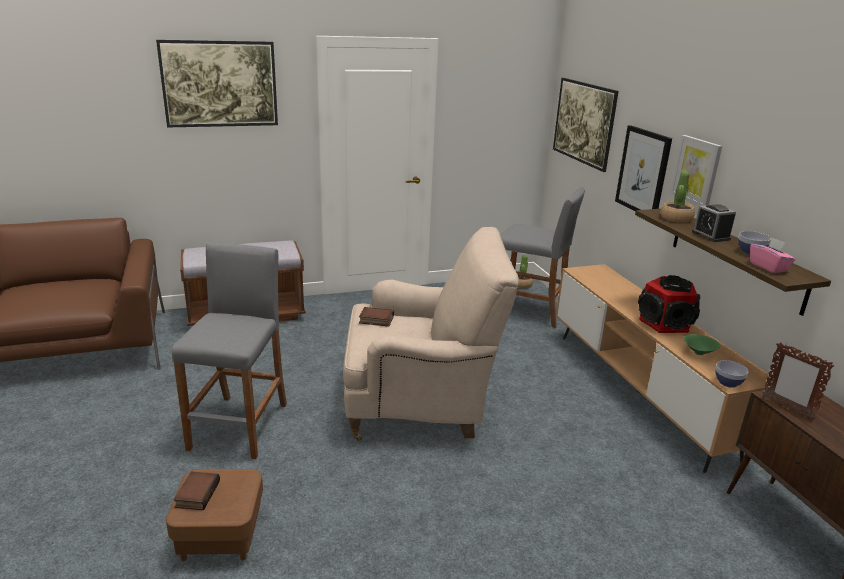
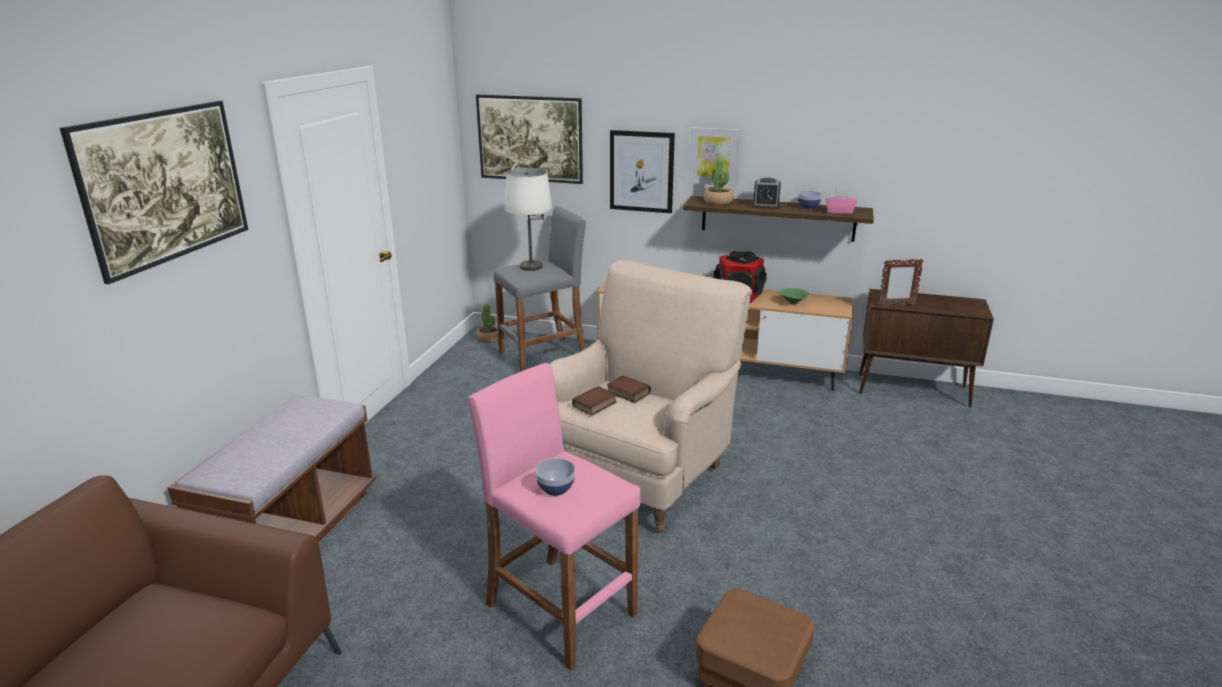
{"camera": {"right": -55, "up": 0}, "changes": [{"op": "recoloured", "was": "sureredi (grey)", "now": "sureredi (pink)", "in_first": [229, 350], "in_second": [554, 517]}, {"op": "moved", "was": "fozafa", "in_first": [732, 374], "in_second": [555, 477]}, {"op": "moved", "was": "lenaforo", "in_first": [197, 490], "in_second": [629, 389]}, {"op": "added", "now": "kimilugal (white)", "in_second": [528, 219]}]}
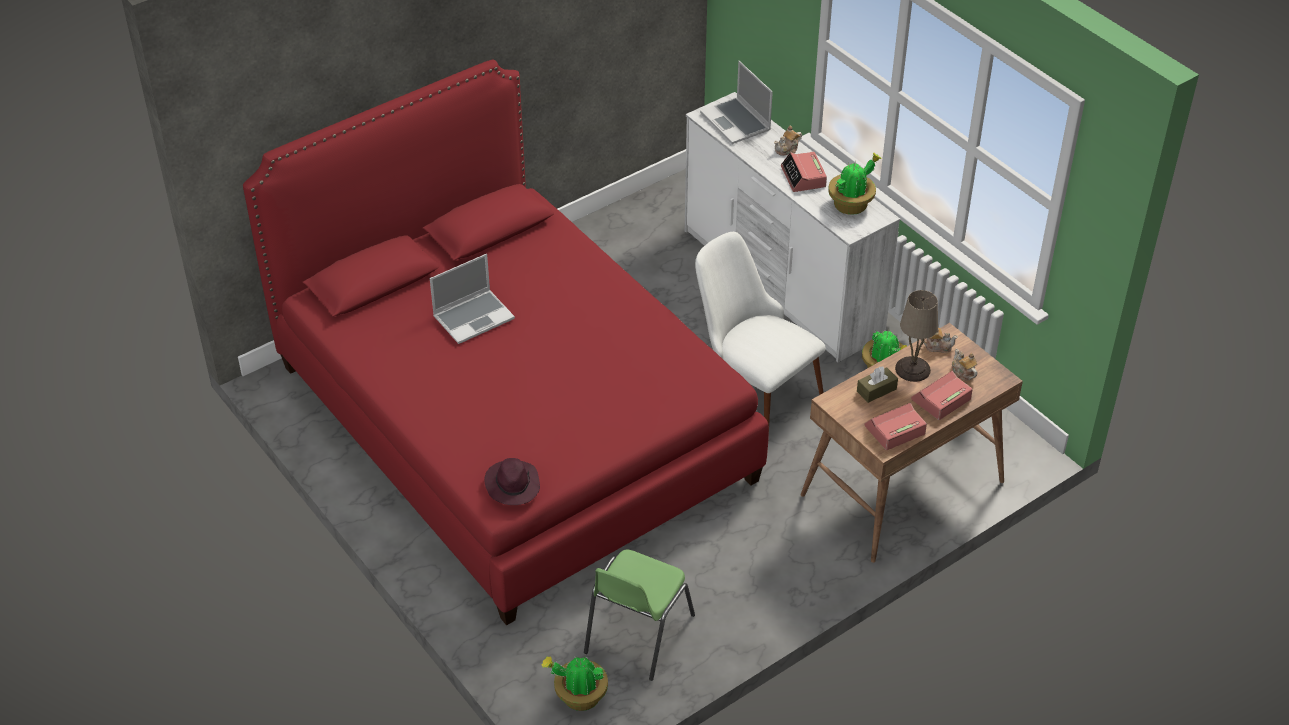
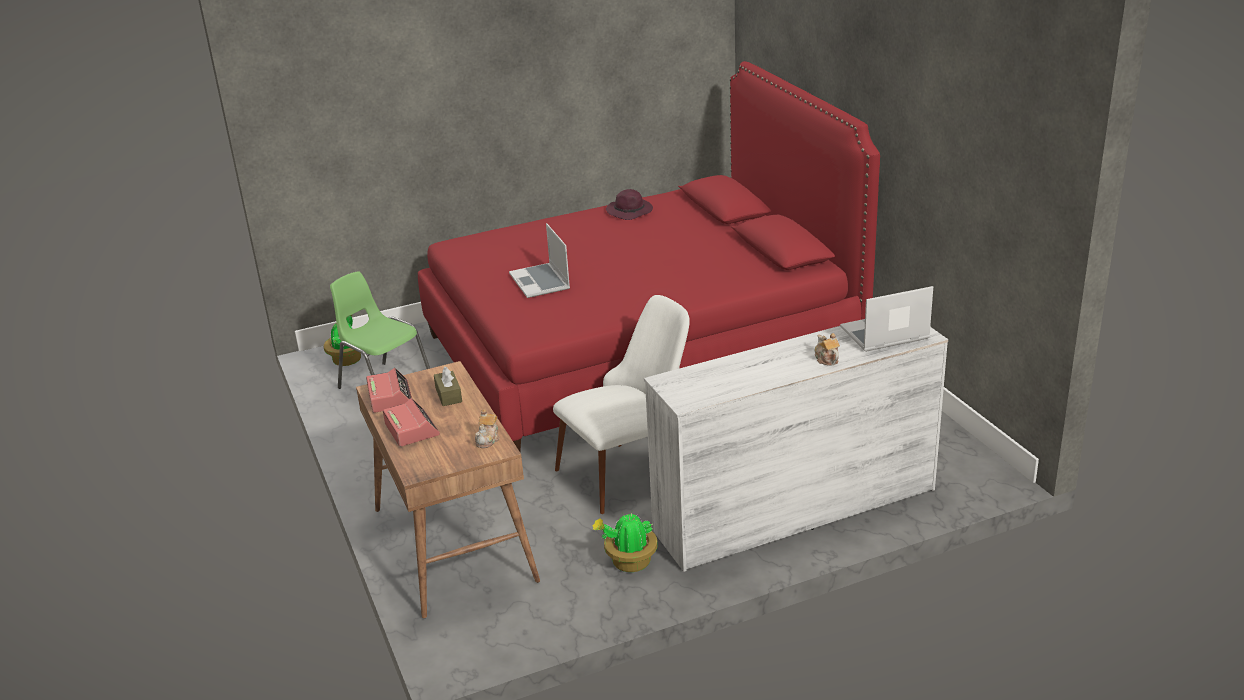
{"camera": {"right": 105, "up": -15}, "changes": [{"op": "removed", "was": "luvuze", "in_first": [804, 172]}, {"op": "removed", "was": "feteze", "in_first": [855, 184]}, {"op": "moved", "was": "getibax", "in_first": [472, 299], "in_second": [539, 260]}, {"op": "removed", "was": "kimilugal (beige)", "in_first": [916, 336]}, {"op": "removed", "was": "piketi", "in_first": [965, 364]}, {"op": "moved", "was": "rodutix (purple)", "in_first": [512, 481], "in_second": [629, 204]}]}
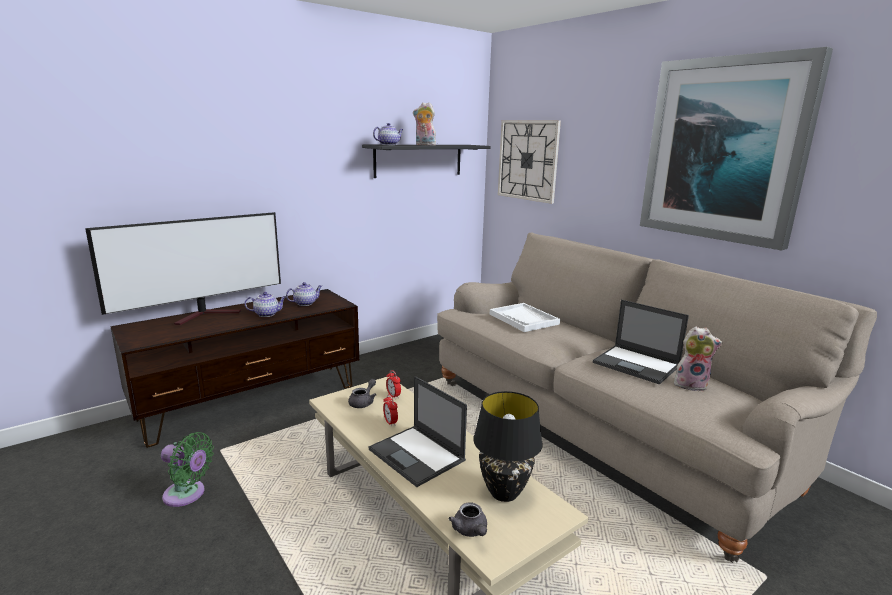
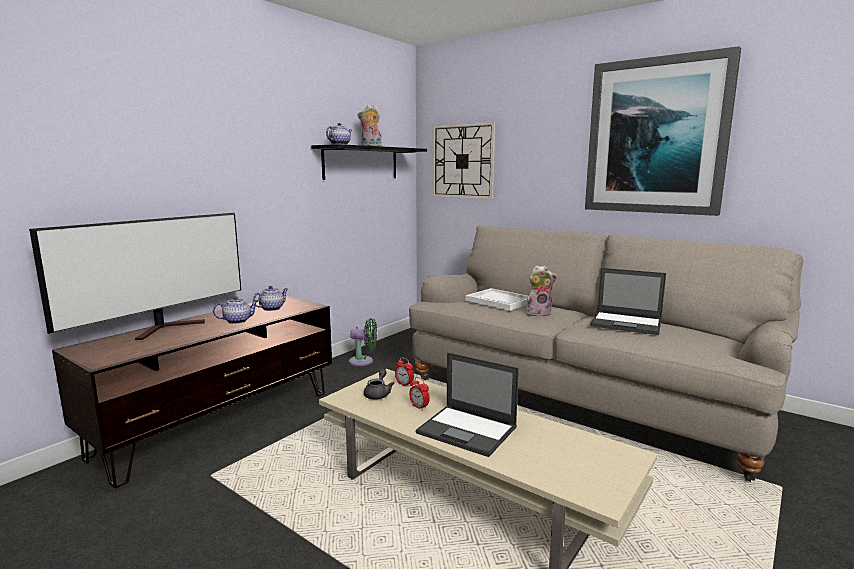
{"camera": {"right": -15, "up": -5}, "changes": [{"op": "moved", "was": "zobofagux", "in_first": [698, 359], "in_second": [541, 291]}, {"op": "removed", "was": "kimilugal (black)", "in_first": [508, 446]}, {"op": "moved", "was": "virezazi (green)", "in_first": [187, 469], "in_second": [363, 342]}, {"op": "removed", "was": "piketi (grey)", "in_first": [467, 519]}]}
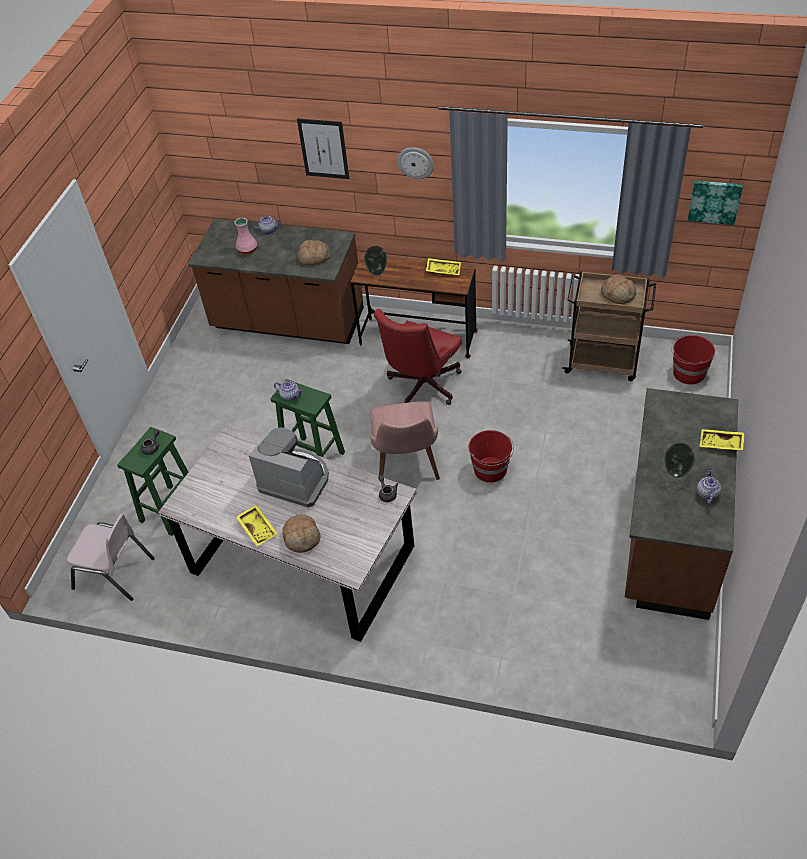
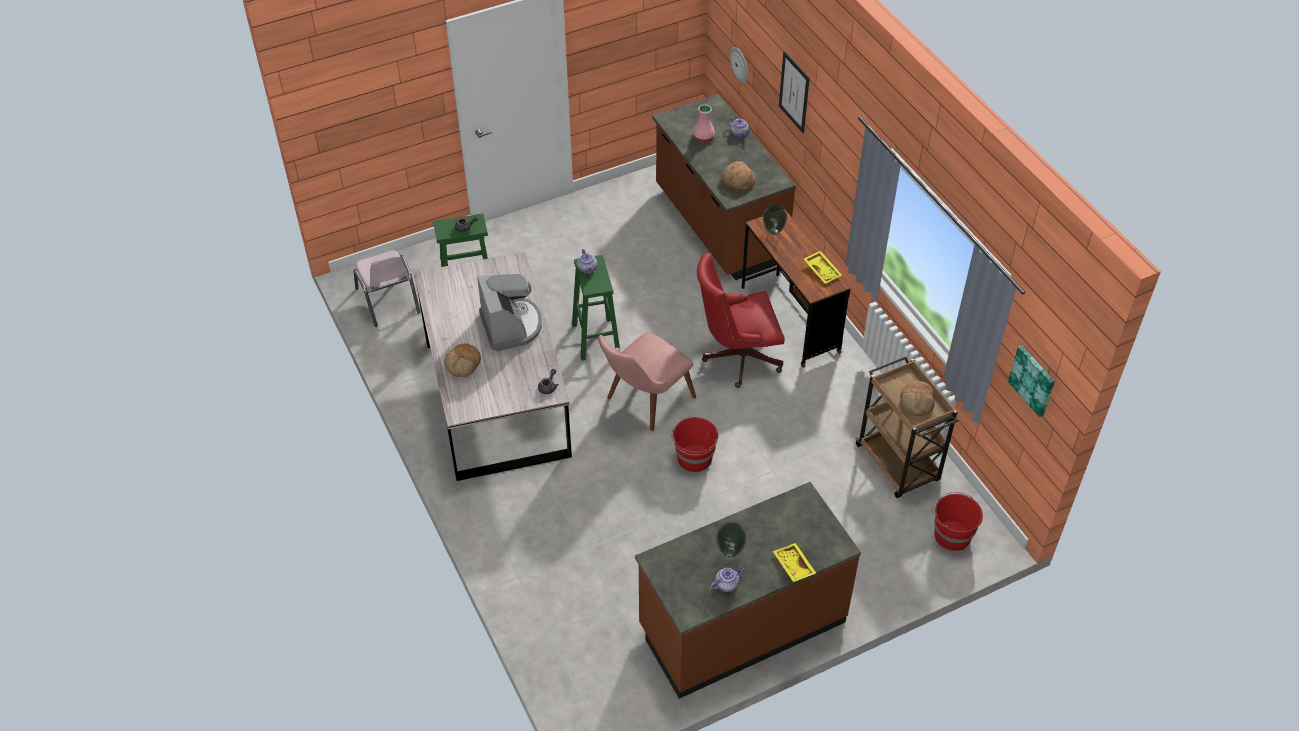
{"camera": {"right": 45, "up": 0}, "changes": [{"op": "moved", "was": "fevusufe", "in_first": [415, 163], "in_second": [739, 65]}, {"op": "removed", "was": "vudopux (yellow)", "in_first": [257, 525]}]}
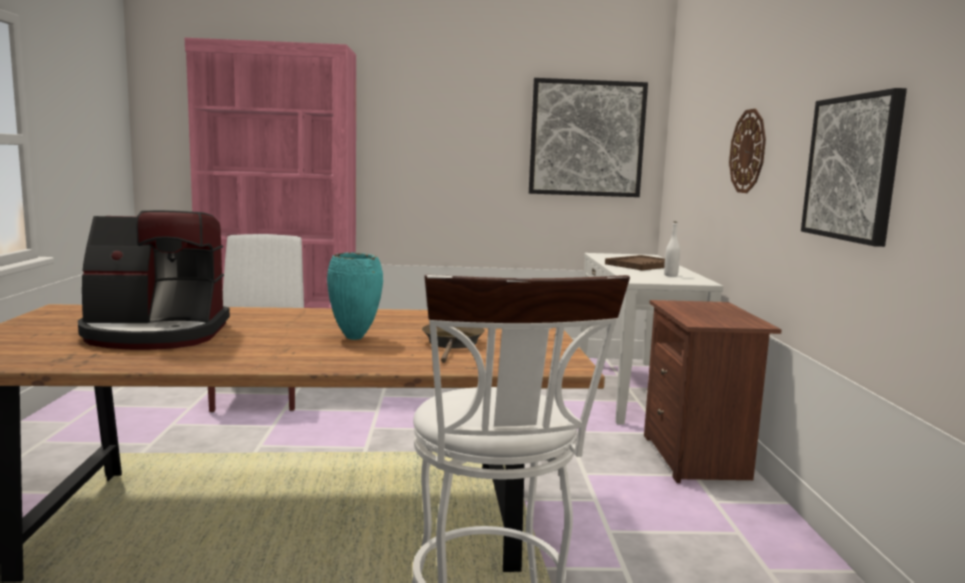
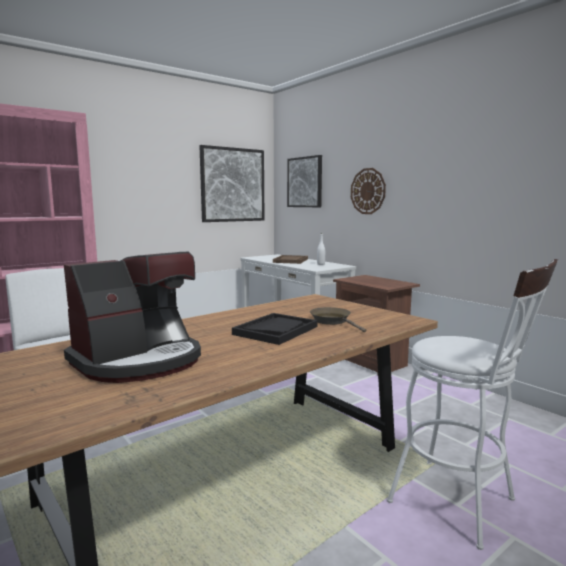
{"camera": {"right": -35, "up": 0}, "changes": [{"op": "moved", "was": "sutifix", "in_first": [854, 167], "in_second": [304, 181]}, {"op": "replaced", "was": "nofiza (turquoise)", "now": "vudopux (black)", "in_first": [355, 296], "in_second": [274, 329]}]}
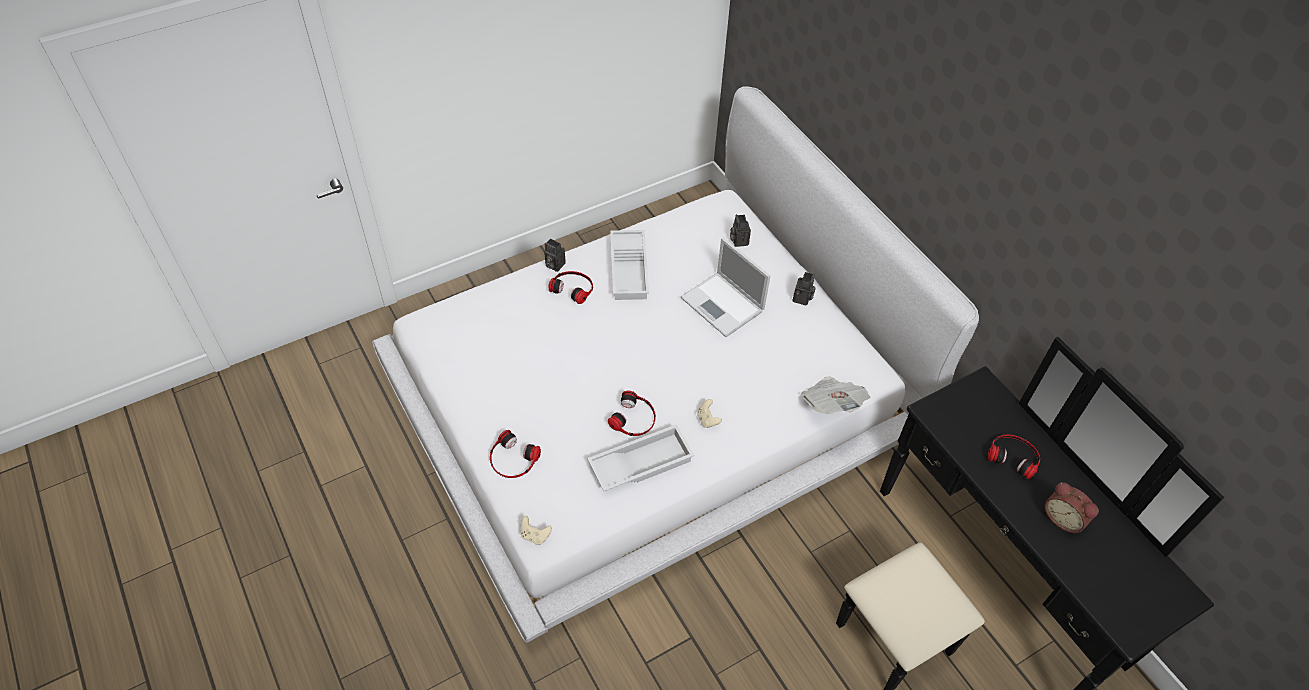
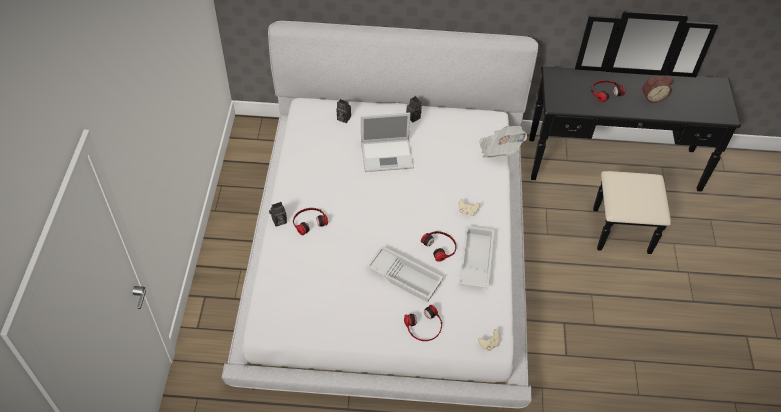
{"camera": {"right": -55, "up": 0}, "changes": [{"op": "moved", "was": "vudopux (white)", "in_first": [629, 265], "in_second": [405, 274]}]}
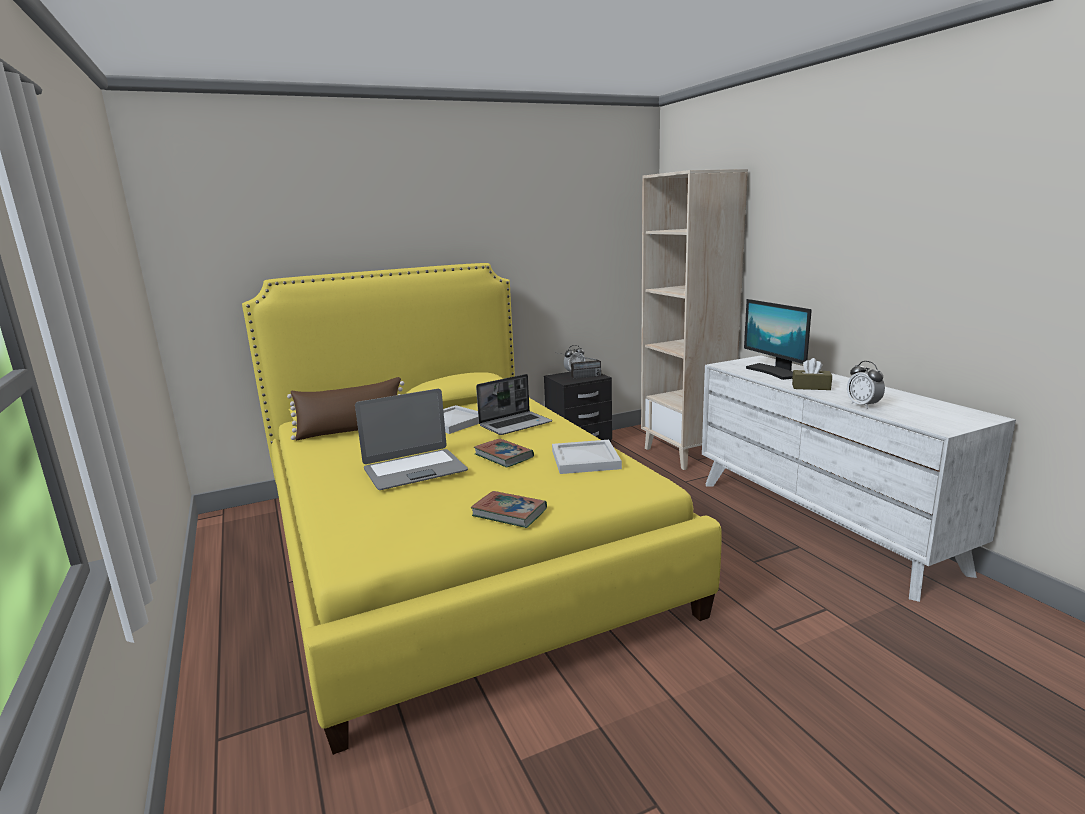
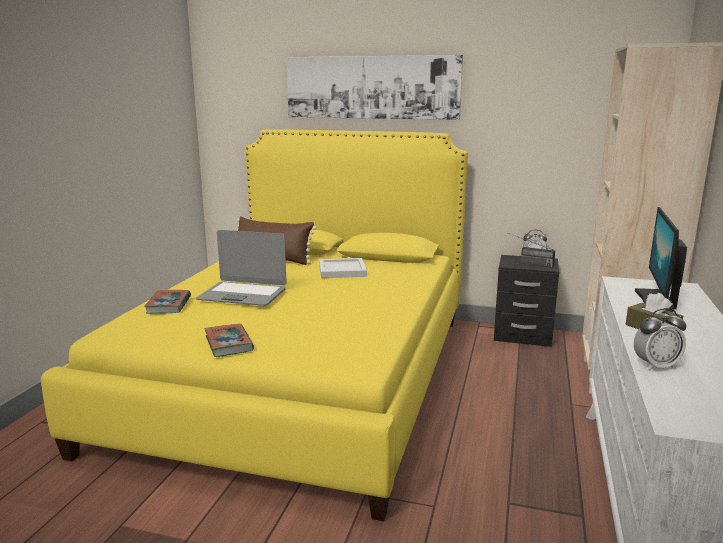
{"camera": {"right": 40, "up": 0}, "changes": [{"op": "turned", "was": "luvuze", "in_first": [866, 385], "in_second": [660, 339], "clockwise": -120}, {"op": "removed", "was": "getibax", "in_first": [514, 404]}, {"op": "moved", "was": "lenaforo", "in_first": [504, 453], "in_second": [167, 302]}, {"op": "removed", "was": "vudopux (white)", "in_first": [587, 457]}, {"op": "added", "now": "sutifix", "in_second": [374, 87]}]}
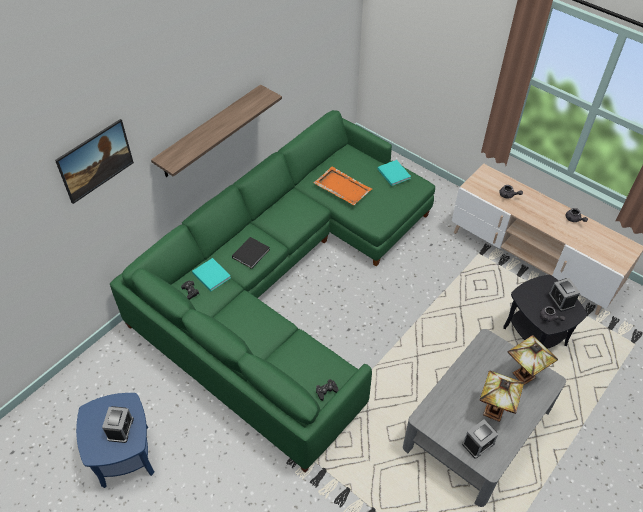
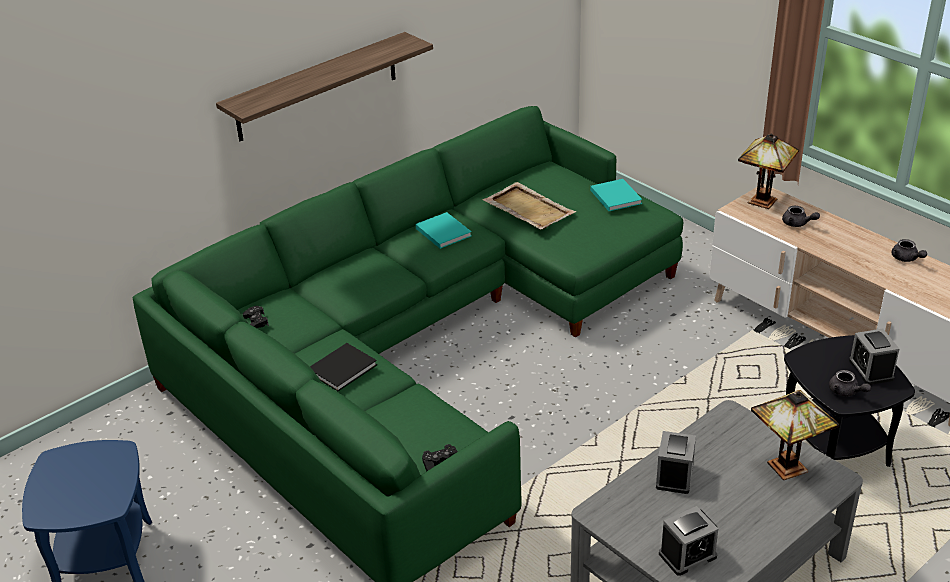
{"camera": {"right": 10, "up": -15}, "changes": [{"op": "removed", "was": "sutifix", "in_first": [94, 161]}, {"op": "recoloured", "was": "vudopux (orange)", "now": "vudopux (beige)", "in_first": [342, 185], "in_second": [529, 205]}, {"op": "moved", "was": "lenaforo (black)", "in_first": [251, 253], "in_second": [343, 367]}, {"op": "moved", "was": "lenaforo (turquoise)", "in_first": [211, 275], "in_second": [443, 230]}, {"op": "moved", "was": "kimilugal", "in_first": [502, 396], "in_second": [768, 171]}, {"op": "moved", "was": "luvuze", "in_first": [118, 424], "in_second": [676, 462]}]}
